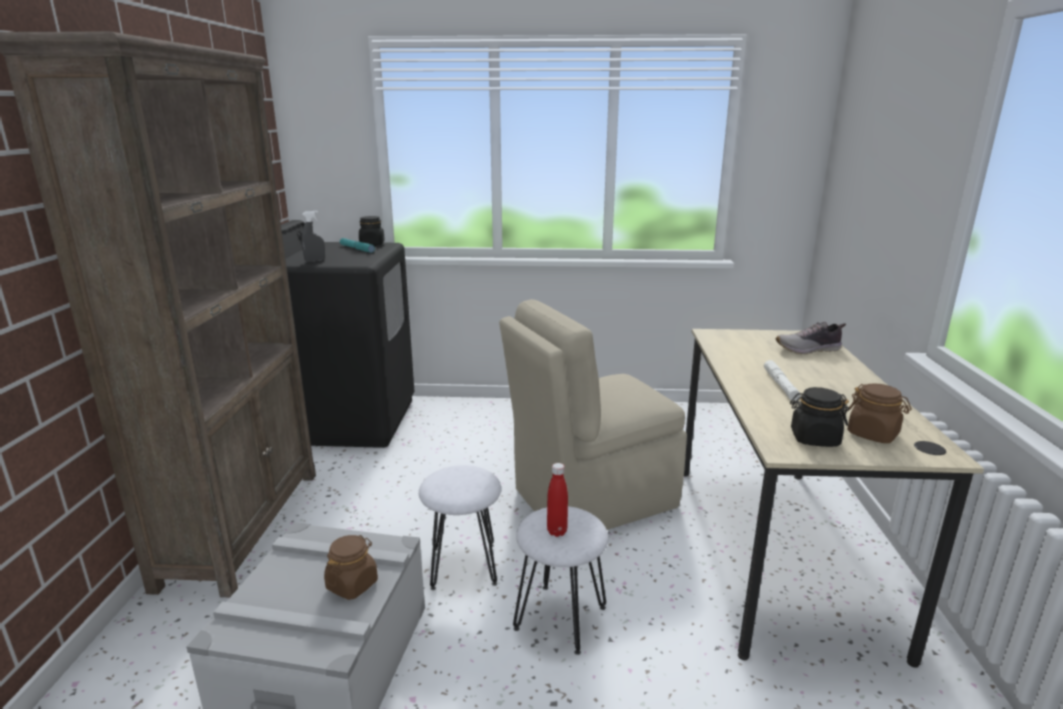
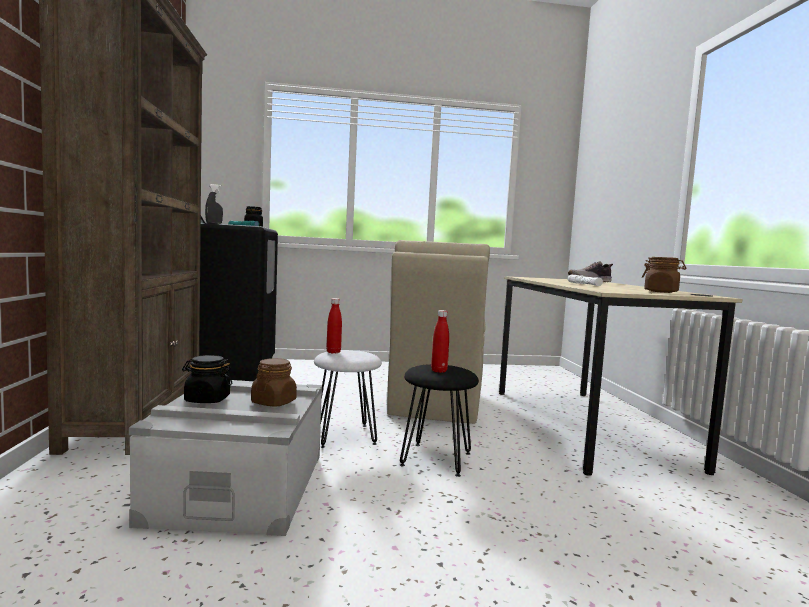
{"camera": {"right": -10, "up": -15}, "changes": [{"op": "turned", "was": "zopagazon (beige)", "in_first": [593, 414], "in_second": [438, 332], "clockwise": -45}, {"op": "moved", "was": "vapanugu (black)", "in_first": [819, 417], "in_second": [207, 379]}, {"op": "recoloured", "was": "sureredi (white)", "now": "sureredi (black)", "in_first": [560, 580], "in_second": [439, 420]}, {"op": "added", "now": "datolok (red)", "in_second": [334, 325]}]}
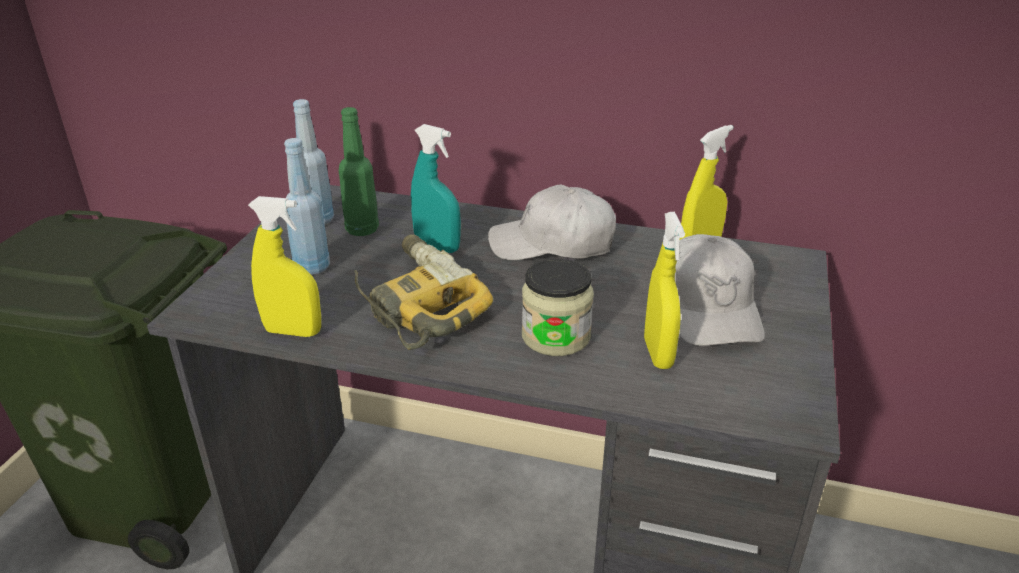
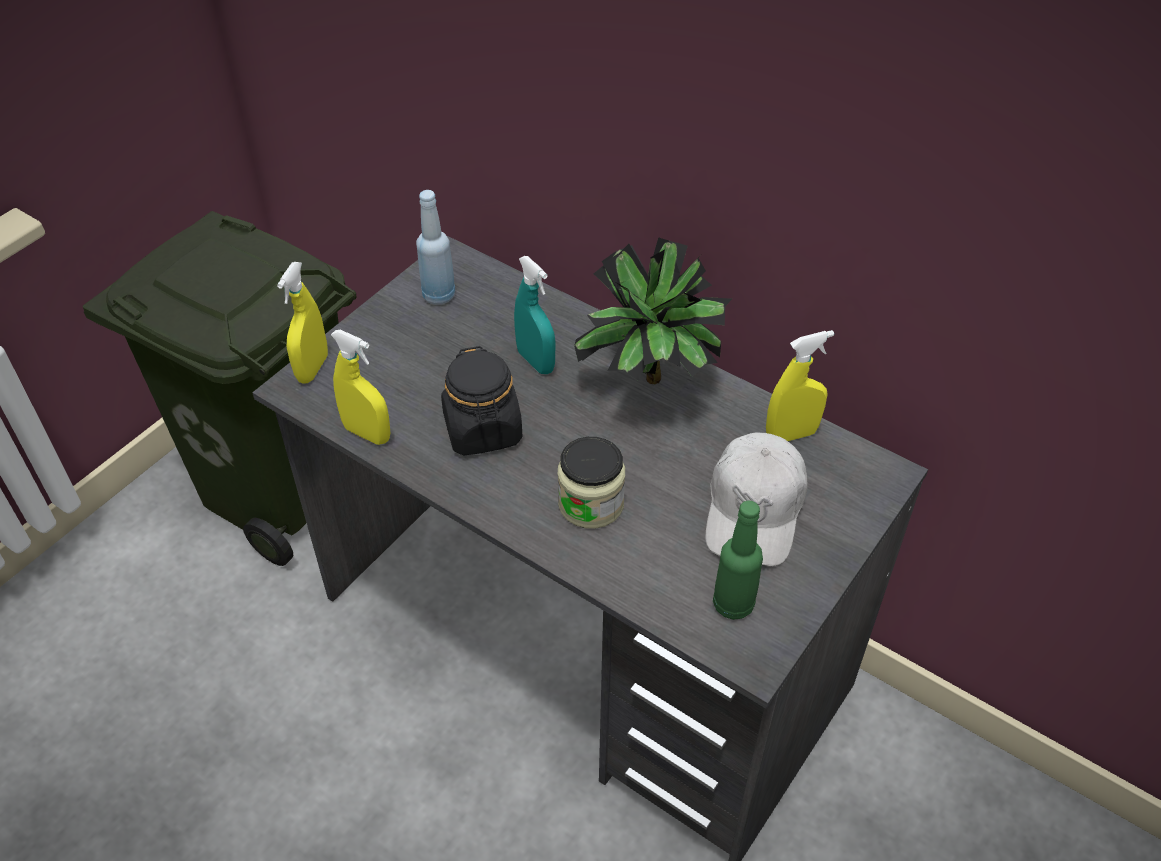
{"camera": {"right": 20, "up": 15}, "changes": [{"op": "moved", "was": "datolok (green)", "in_first": [359, 171], "in_second": [738, 560]}, {"op": "removed", "was": "datolok (blue)", "in_first": [307, 206]}, {"op": "replaced", "was": "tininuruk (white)", "now": "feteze", "in_first": [552, 222], "in_second": [653, 310]}, {"op": "moved", "was": "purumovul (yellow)", "in_first": [664, 290], "in_second": [302, 323]}, {"op": "replaced", "was": "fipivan", "now": "vapanugu (black)", "in_first": [423, 292], "in_second": [482, 401]}]}
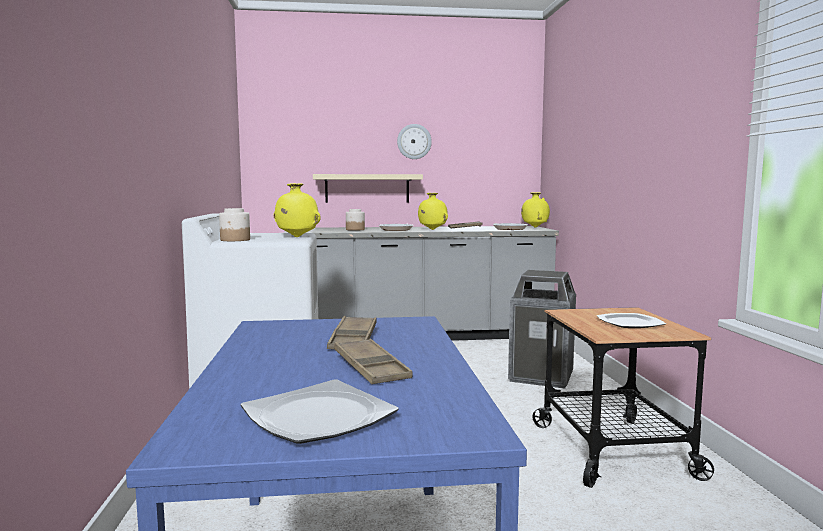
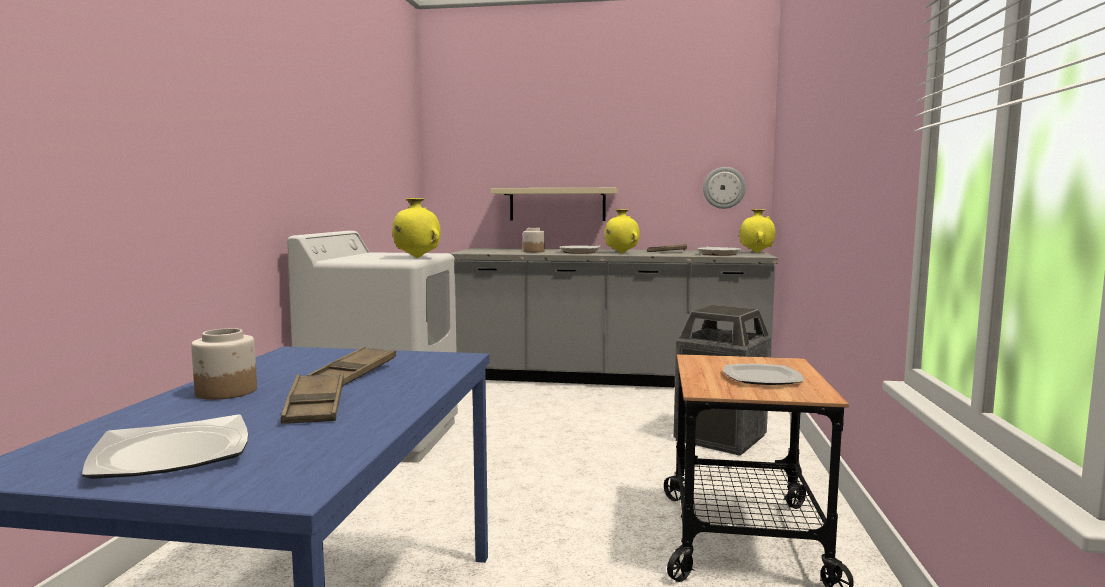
{"camera": {"right": 15, "up": 0}, "changes": [{"op": "moved", "was": "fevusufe", "in_first": [414, 141], "in_second": [724, 188]}, {"op": "moved", "was": "vapanugu", "in_first": [234, 224], "in_second": [224, 364]}]}
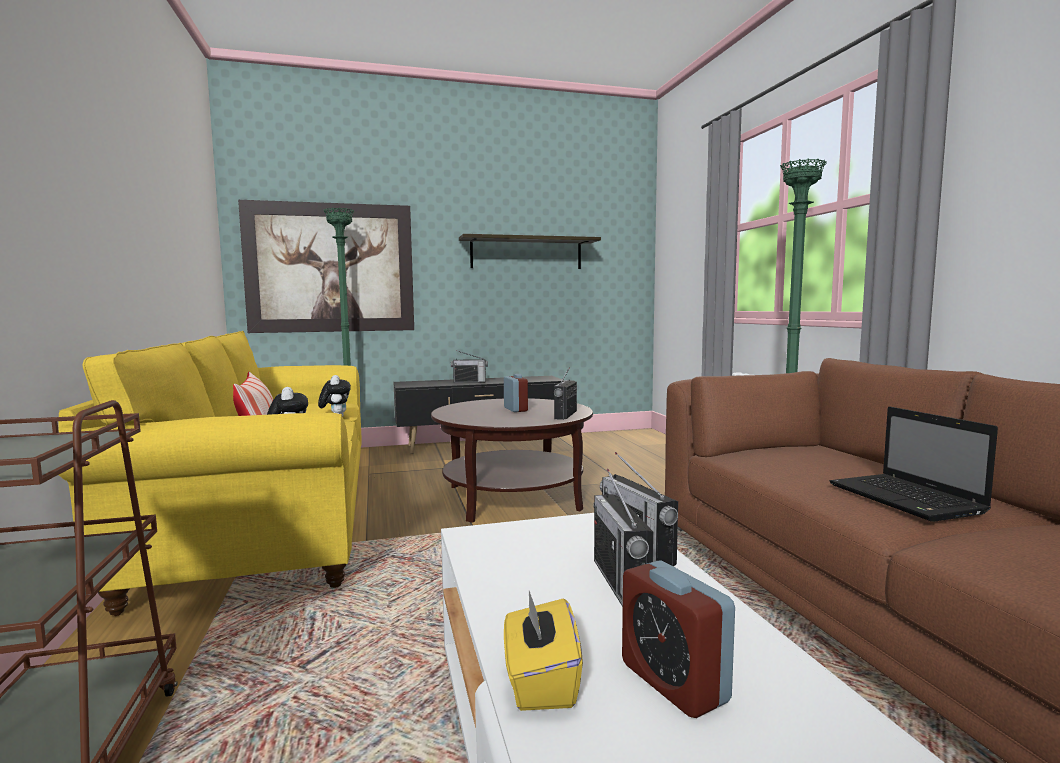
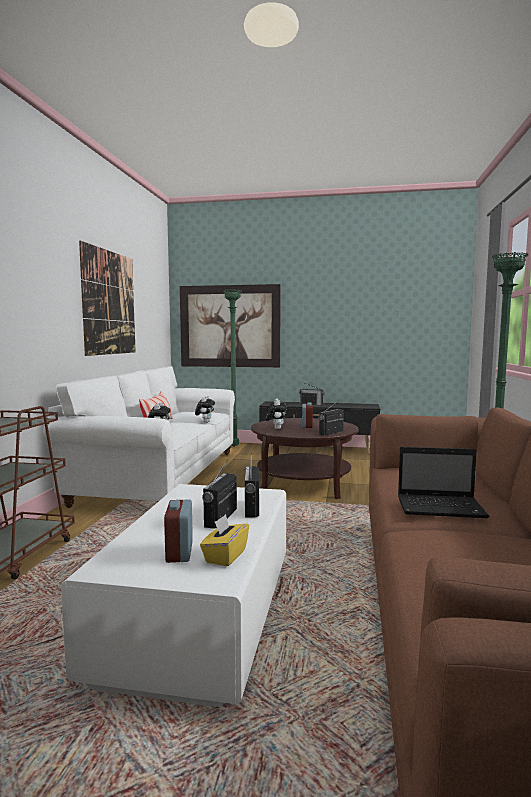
{"camera": {"right": 25, "up": 0}, "changes": [{"op": "removed", "was": "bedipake", "in_first": [530, 251]}, {"op": "recoloured", "was": "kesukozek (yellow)", "now": "kesukozek (white)", "in_first": [210, 473], "in_second": [139, 437]}, {"op": "turned", "was": "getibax", "in_first": [913, 464], "in_second": [443, 482], "clockwise": -90}, {"op": "moved", "was": "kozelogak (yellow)", "in_first": [543, 651], "in_second": [224, 540]}, {"op": "added", "now": "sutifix", "in_second": [107, 298]}, {"op": "added", "now": "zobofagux", "in_second": [276, 414]}]}
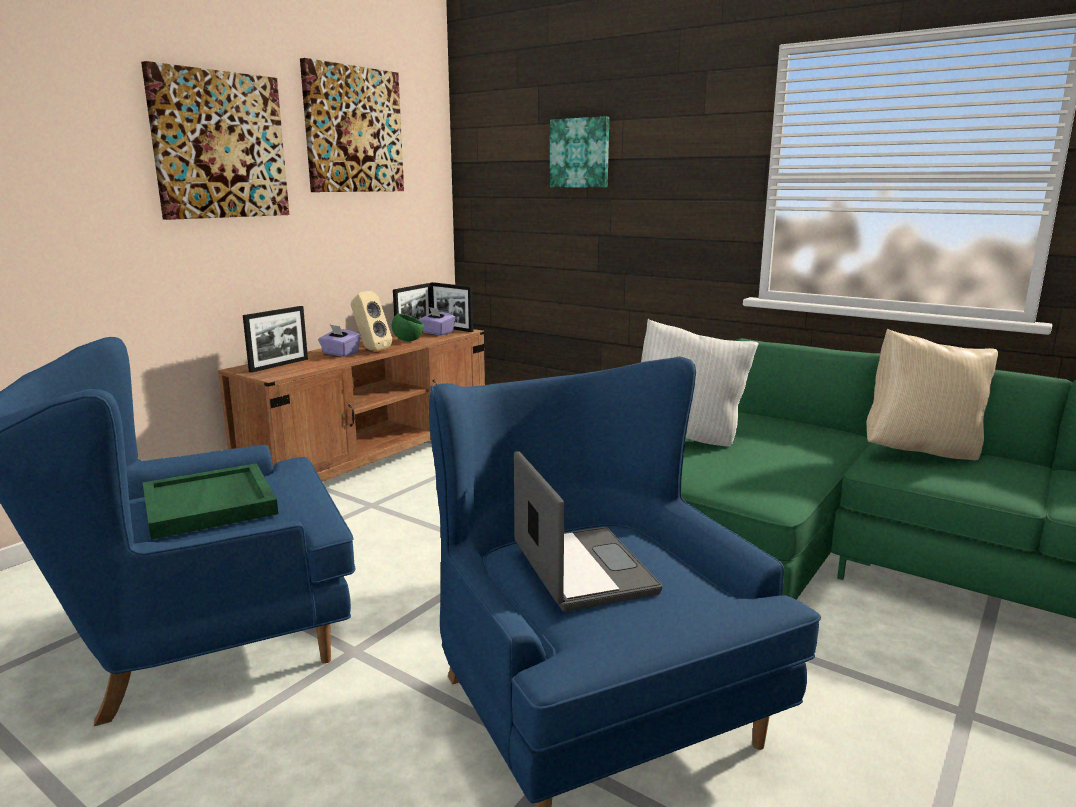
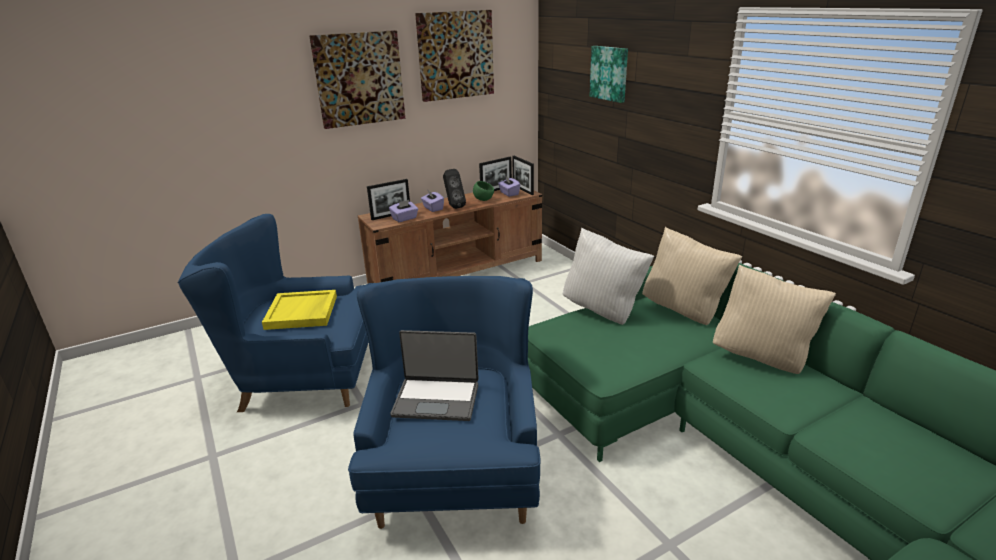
{"camera": {"right": 25, "up": 10}, "changes": [{"op": "recoloured", "was": "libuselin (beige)", "now": "libuselin (black)", "in_first": [371, 321], "in_second": [454, 189]}, {"op": "turned", "was": "getibax", "in_first": [588, 531], "in_second": [434, 375], "clockwise": 90}, {"op": "recoloured", "was": "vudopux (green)", "now": "vudopux (yellow)", "in_first": [210, 501], "in_second": [299, 310]}, {"op": "added", "now": "kozelogak (purple)", "in_second": [403, 211]}, {"op": "added", "now": "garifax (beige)", "in_second": [692, 276]}]}
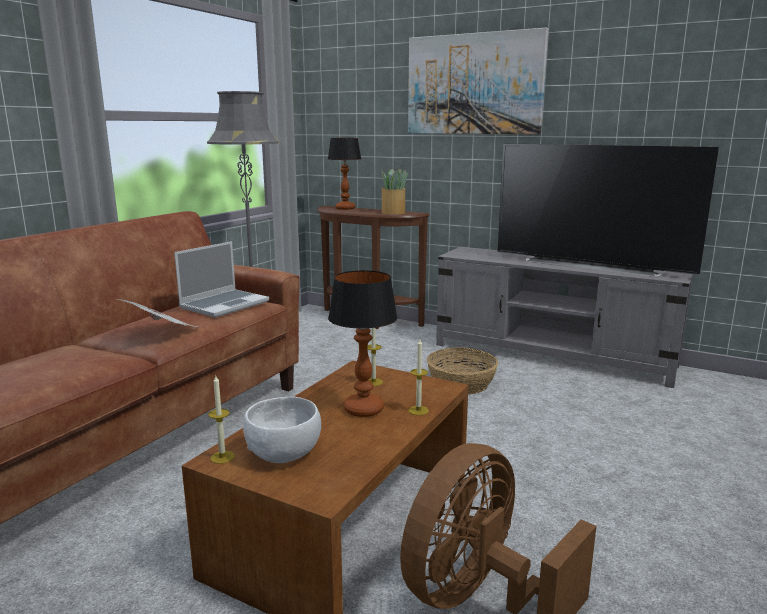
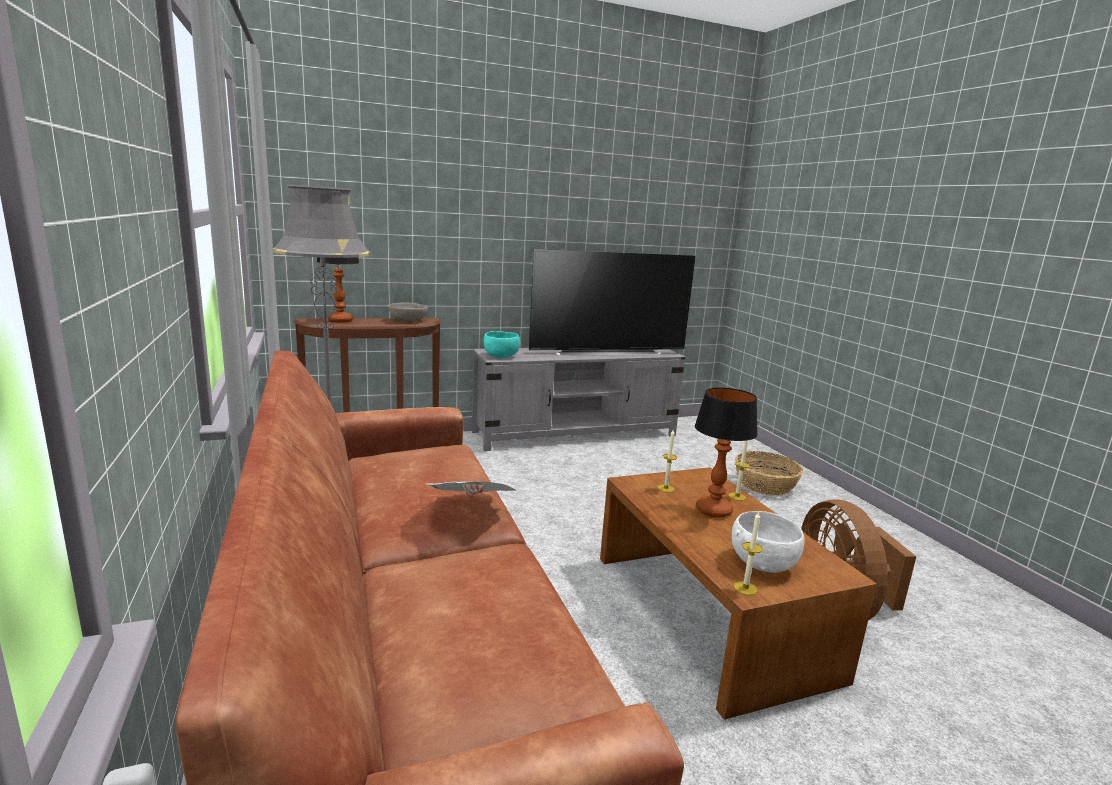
{"camera": {"right": -50, "up": 0}, "changes": [{"op": "removed", "was": "sutifix", "in_first": [478, 81]}, {"op": "replaced", "was": "feteze", "now": "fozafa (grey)", "in_first": [395, 192], "in_second": [408, 312]}, {"op": "removed", "was": "getibax", "in_first": [221, 279]}, {"op": "moved", "was": "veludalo", "in_first": [462, 370], "in_second": [769, 473]}, {"op": "added", "now": "fozafa (turquoise)", "in_second": [501, 344]}]}
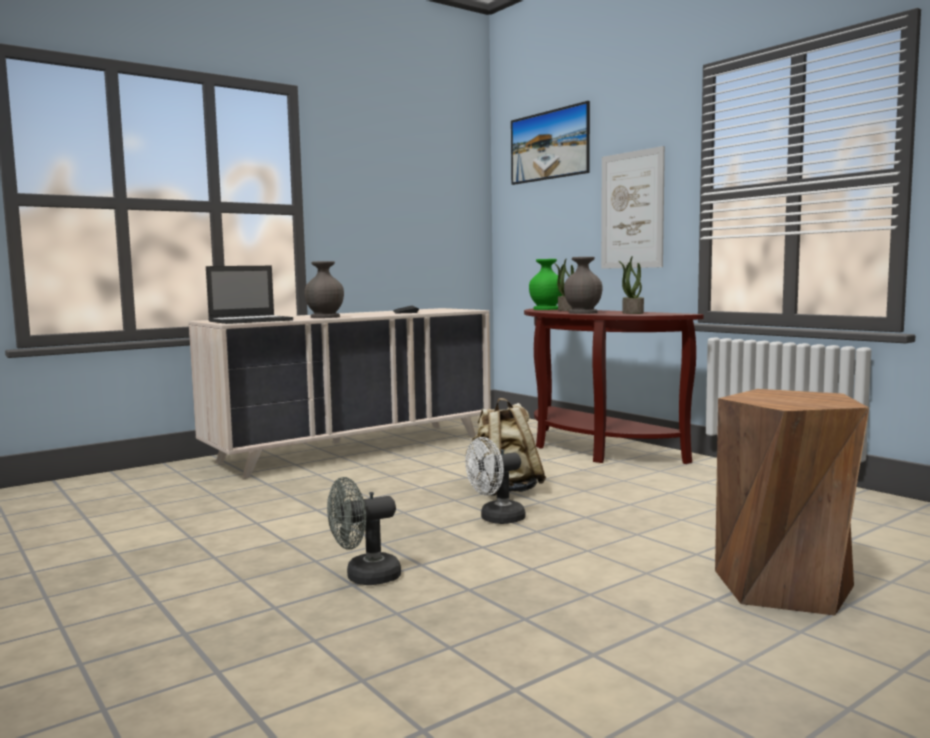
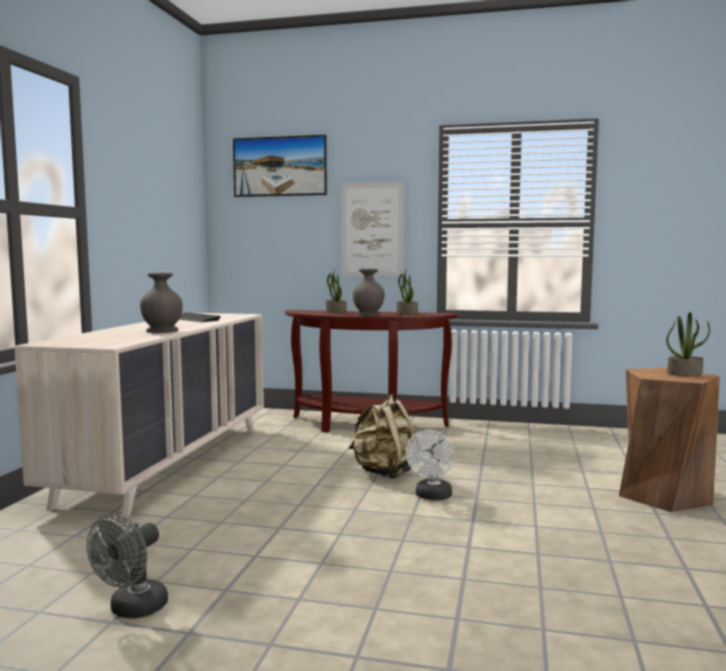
{"camera": {"right": -40, "up": 0}, "changes": [{"op": "removed", "was": "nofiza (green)", "in_first": [546, 284]}, {"op": "removed", "was": "getibax", "in_first": [249, 295]}, {"op": "moved", "was": "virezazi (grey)", "in_first": [364, 531], "in_second": [127, 566]}, {"op": "added", "now": "feteze", "in_second": [688, 344]}]}
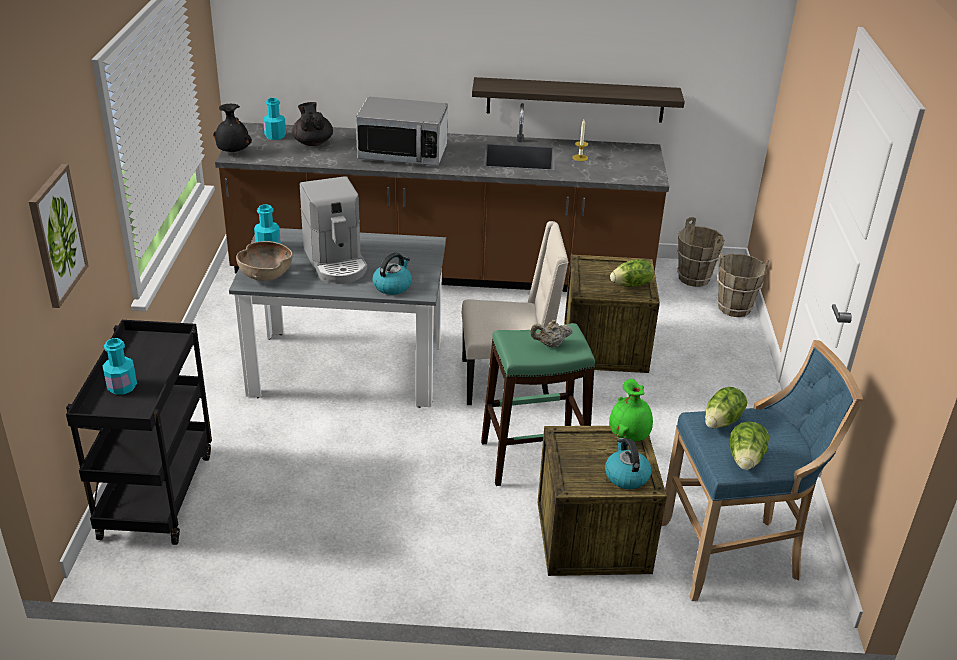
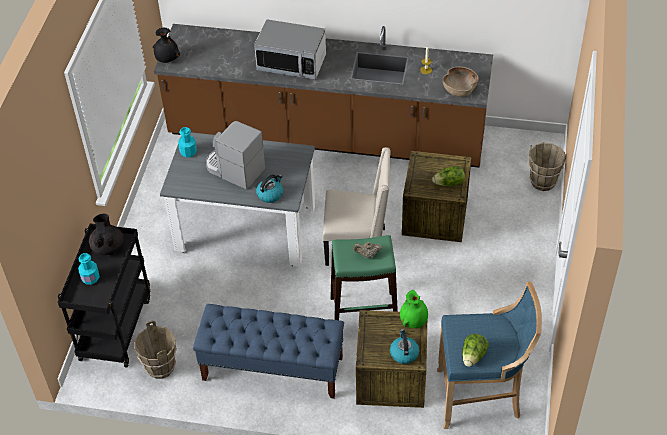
{"camera": {"right": 10, "up": 15}, "changes": [{"op": "removed", "was": "bedipake", "in_first": [578, 99]}, {"op": "removed", "was": "datolok (turquoise)", "in_first": [274, 119]}, {"op": "moved", "was": "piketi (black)", "in_first": [312, 124], "in_second": [106, 234]}, {"op": "removed", "was": "sutifix", "in_first": [59, 236]}, {"op": "turned", "was": "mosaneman", "in_first": [333, 230], "in_second": [235, 155], "clockwise": 135}, {"op": "moved", "was": "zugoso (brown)", "in_first": [701, 252], "in_second": [155, 350]}, {"op": "moved", "was": "fozafa (brown)", "in_first": [264, 261], "in_second": [461, 82]}, {"op": "removed", "was": "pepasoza", "in_first": [726, 408]}, {"op": "added", "now": "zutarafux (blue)", "in_second": [268, 351]}]}
